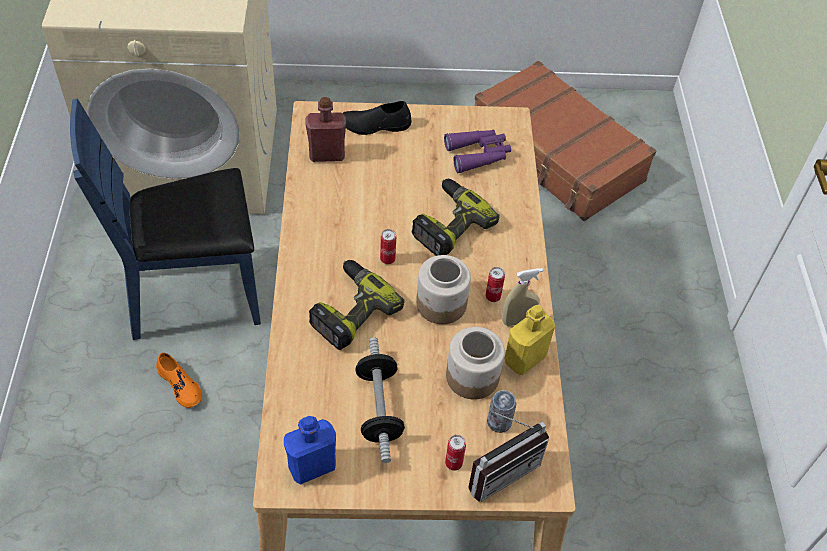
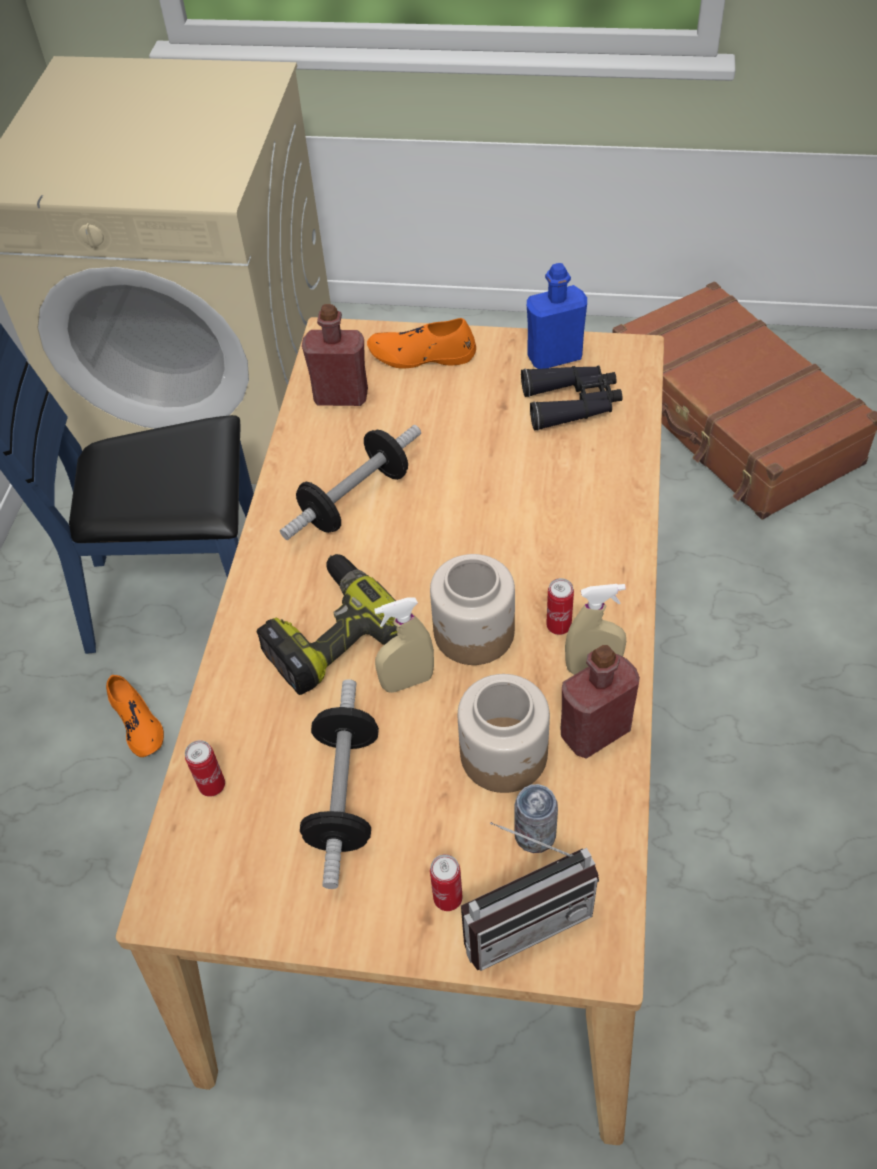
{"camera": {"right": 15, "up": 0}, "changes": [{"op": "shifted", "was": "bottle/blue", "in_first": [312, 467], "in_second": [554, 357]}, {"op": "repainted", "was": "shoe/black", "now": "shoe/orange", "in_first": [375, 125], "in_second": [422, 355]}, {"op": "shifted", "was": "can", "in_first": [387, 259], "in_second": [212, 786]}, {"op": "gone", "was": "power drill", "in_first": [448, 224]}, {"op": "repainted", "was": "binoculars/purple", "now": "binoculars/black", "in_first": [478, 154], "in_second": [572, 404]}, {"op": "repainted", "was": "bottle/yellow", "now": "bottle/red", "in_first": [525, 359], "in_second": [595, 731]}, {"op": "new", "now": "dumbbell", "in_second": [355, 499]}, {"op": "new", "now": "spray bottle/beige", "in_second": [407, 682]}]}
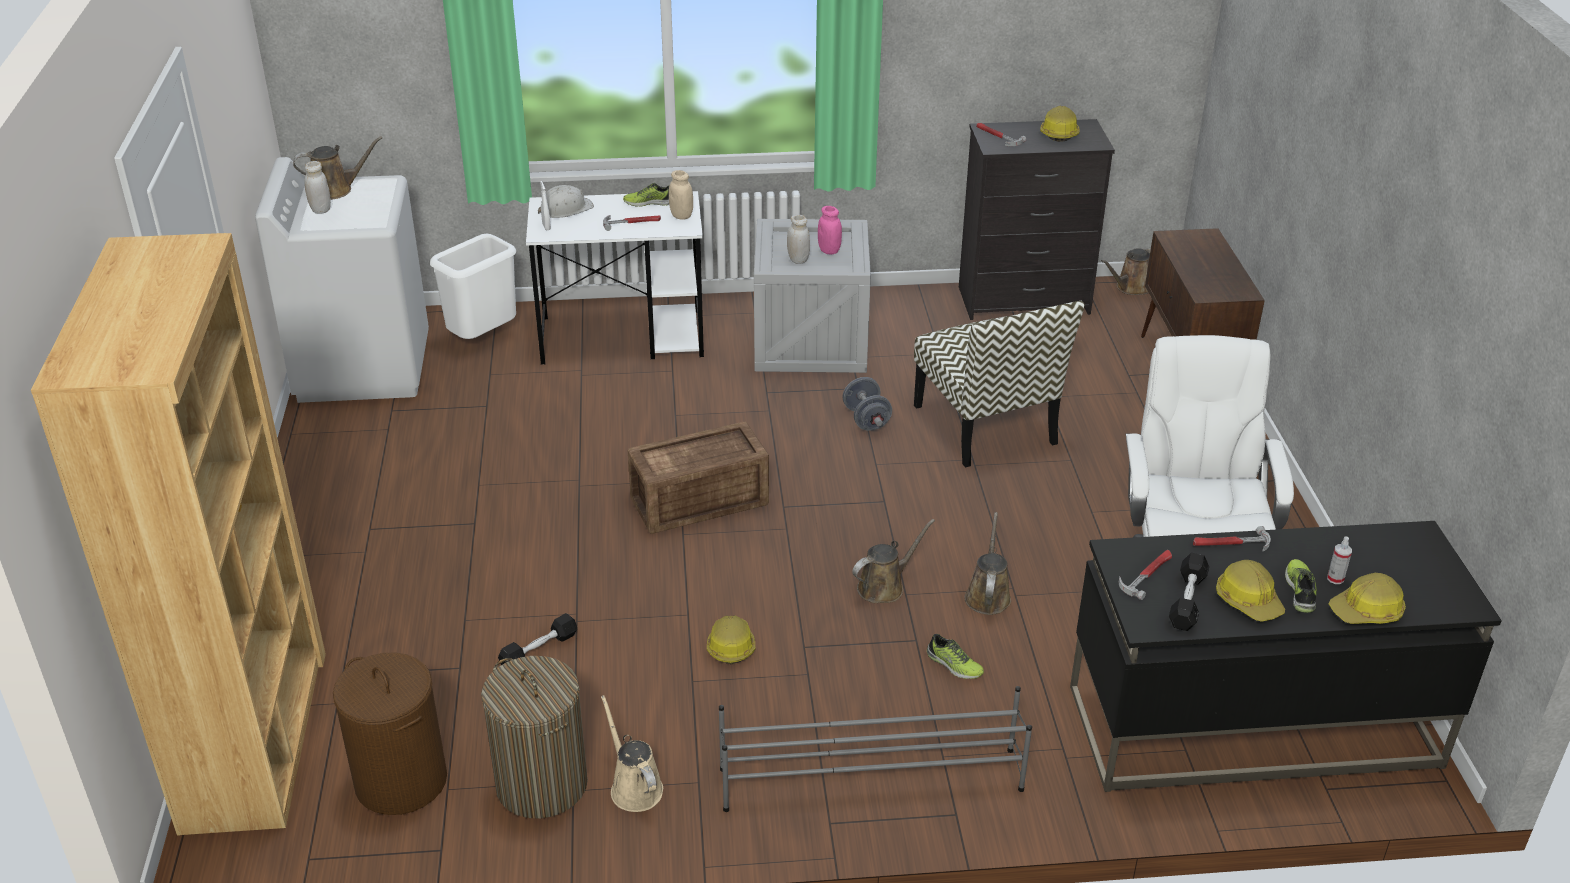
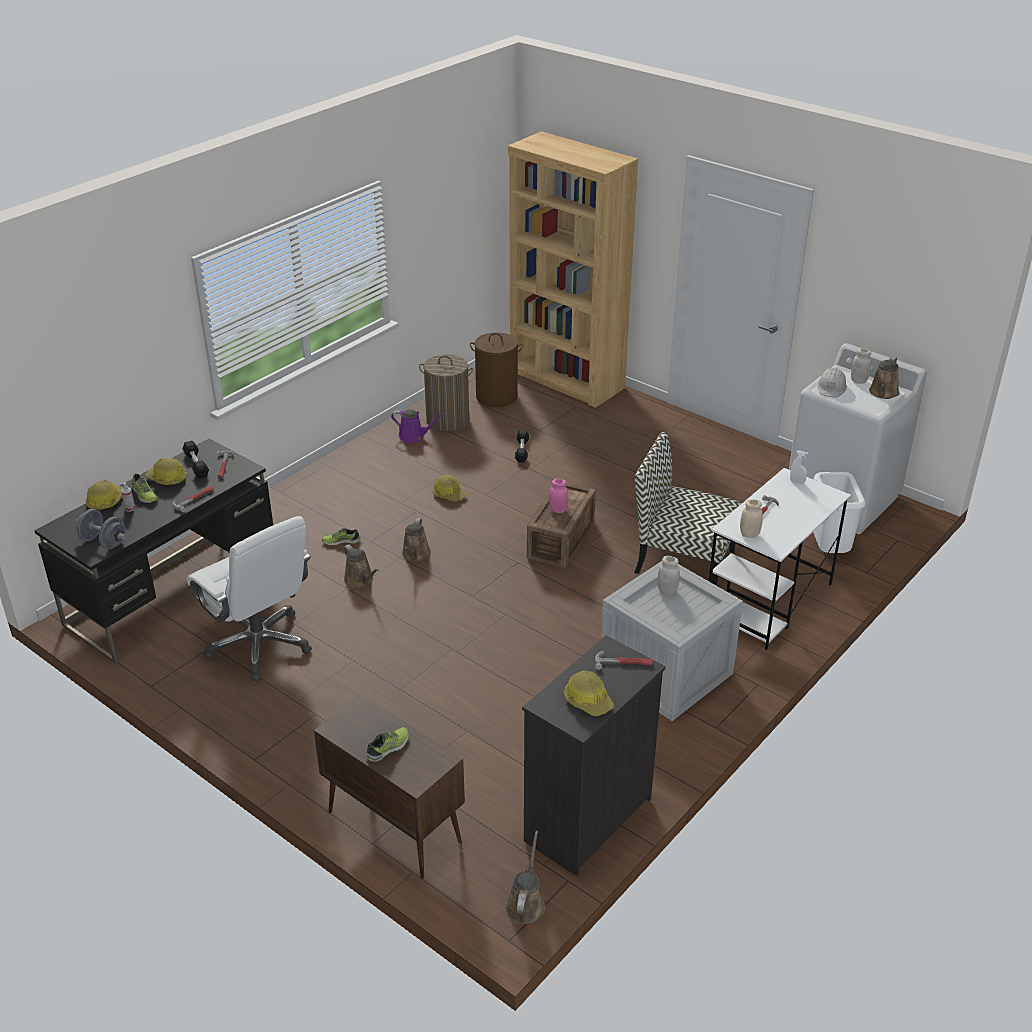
{"camera": {"right": 135, "up": 0}, "changes": [{"op": "shifted", "was": "hard hat/white", "in_first": [565, 209], "in_second": [831, 387]}, {"op": "repainted", "was": "watering can/beige", "now": "watering can/purple", "in_first": [634, 787], "in_second": [414, 436]}, {"op": "shifted", "was": "shoe", "in_first": [649, 202], "in_second": [388, 748]}, {"op": "gone", "was": "shoe rack/grey", "in_first": [869, 779]}, {"op": "shifted", "was": "jar/pink", "in_first": [829, 250], "in_second": [558, 510]}, {"op": "shifted", "was": "dumbbell/grey", "in_first": [866, 419], "in_second": [103, 541]}, {"op": "shifted", "was": "chair", "in_first": [986, 426], "in_second": [682, 561]}]}
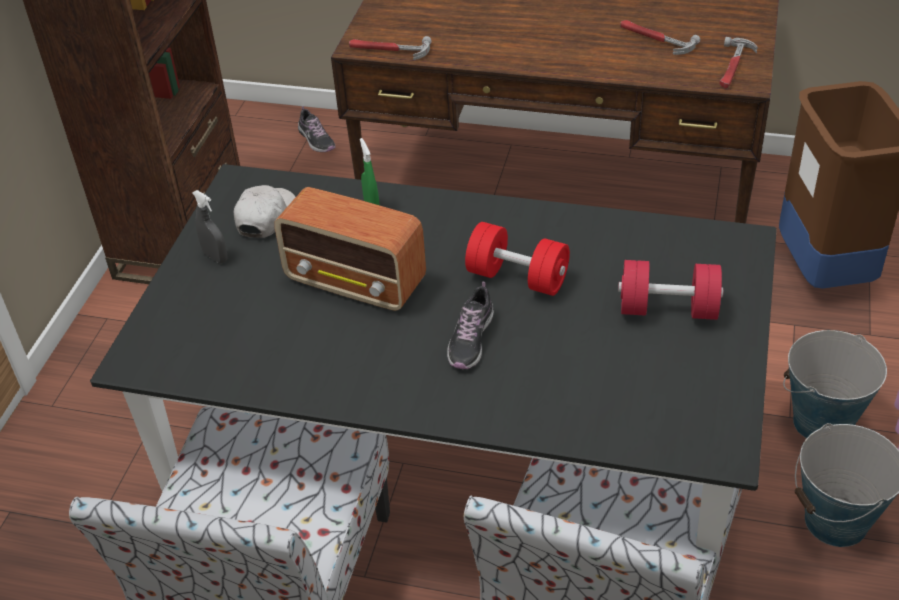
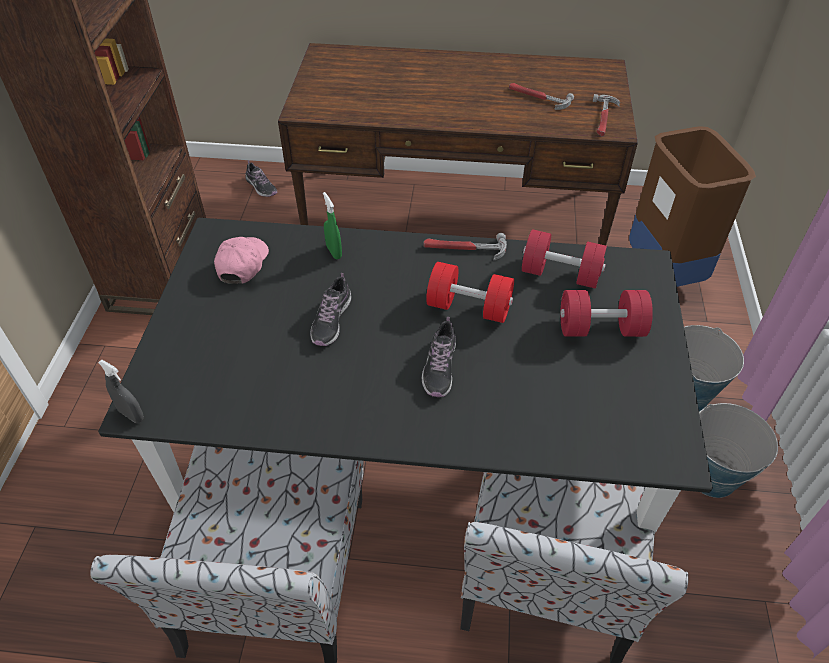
{"camera": {"right": -10, "up": 5}, "changes": [{"op": "shifted", "was": "spray bottle/grey", "in_first": [215, 257], "in_second": [131, 415]}, {"op": "repainted", "was": "cap/white", "now": "cap/pink", "in_first": [266, 217], "in_second": [242, 264]}, {"op": "swapped", "was": "radio", "now": "shoe", "in_first": [356, 283], "in_second": [331, 320]}, {"op": "shifted", "was": "hammer", "in_first": [389, 50], "in_second": [464, 249]}, {"op": "new", "now": "dumbbell/red", "in_second": [560, 274]}]}
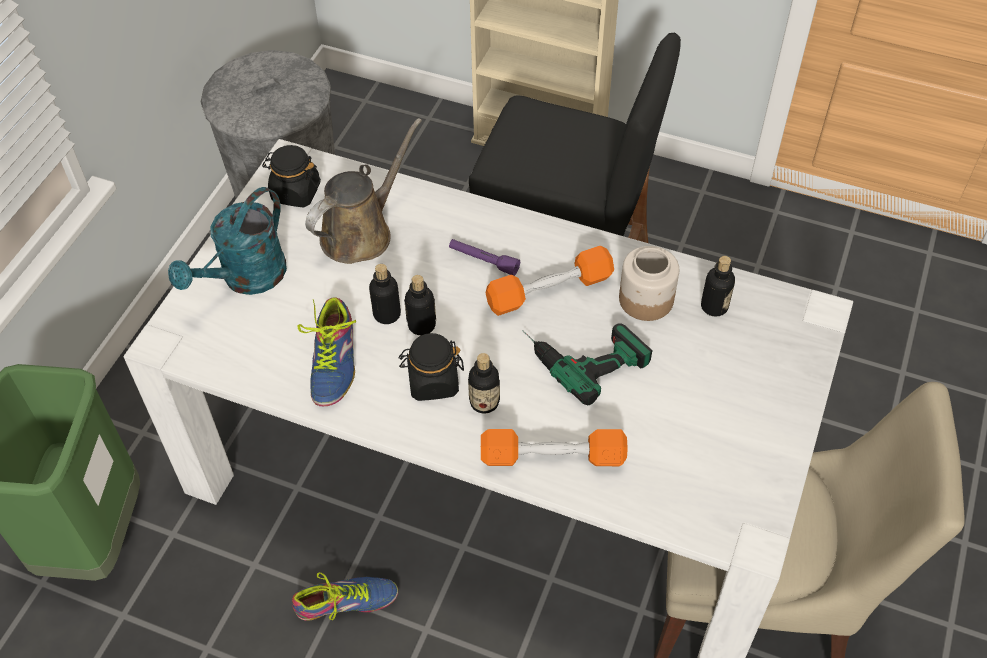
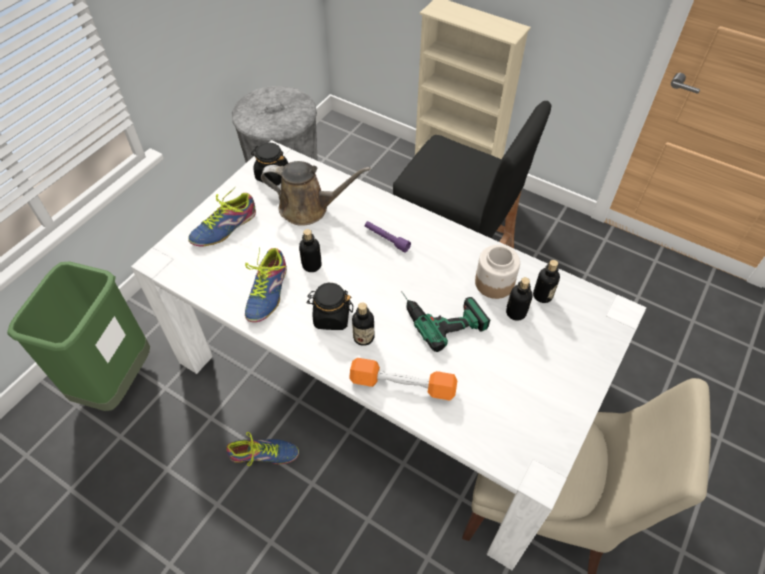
{"camera": {"right": 10, "up": 0}, "changes": [{"op": "swapped", "was": "watering can/turquoise", "now": "shoe", "in_first": [246, 279], "in_second": [225, 227]}, {"op": "rotated", "was": "watering can/brown", "in_first": [361, 232], "in_second": [309, 208], "clockwise": 45}, {"op": "shifted", "was": "bottle", "in_first": [421, 325], "in_second": [516, 313]}, {"op": "gone", "was": "dumbbell/orange", "in_first": [549, 291]}]}
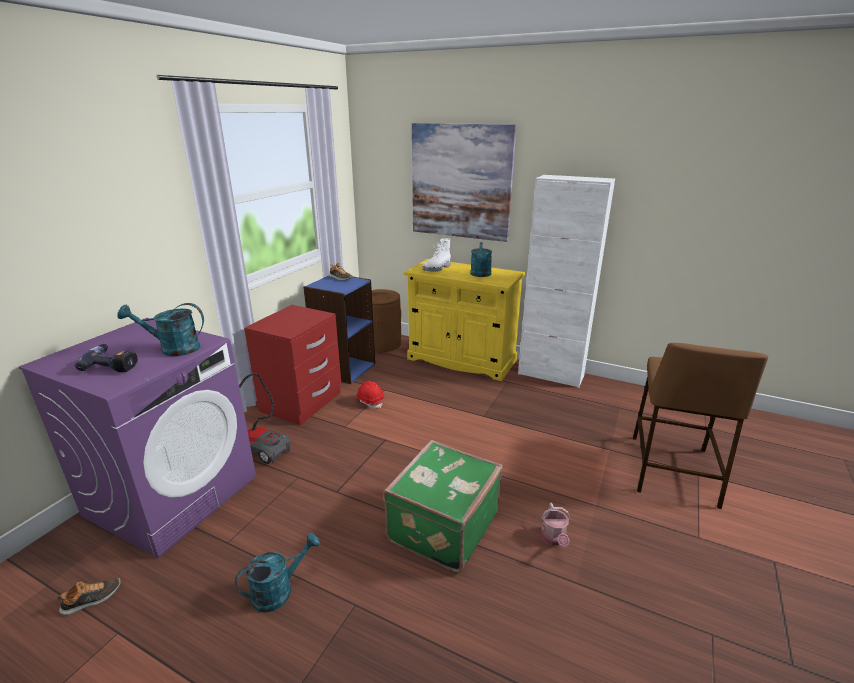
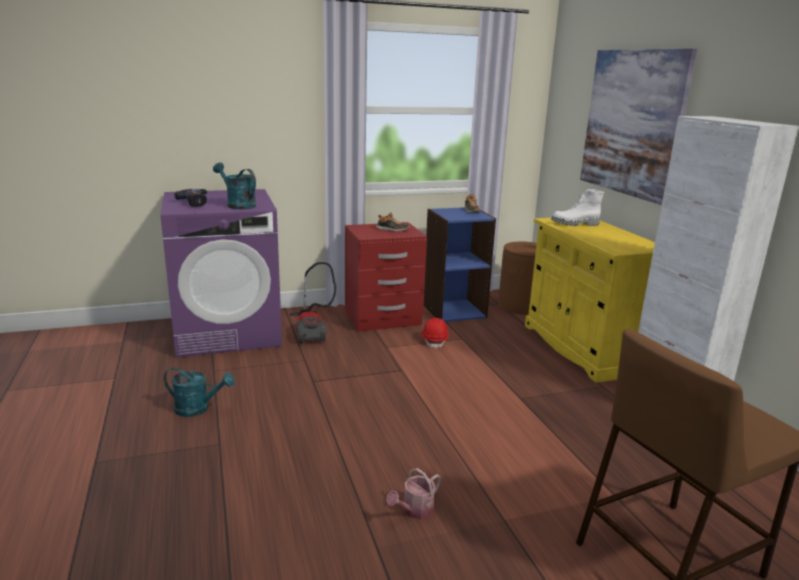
{"camera": {"right": 45, "up": -5}, "changes": [{"op": "shifted", "was": "shoe", "in_first": [92, 599], "in_second": [392, 229]}, {"op": "gone", "was": "suitcase/green", "in_first": [441, 526]}, {"op": "gone", "was": "watering can/turquoise", "in_first": [481, 275]}]}
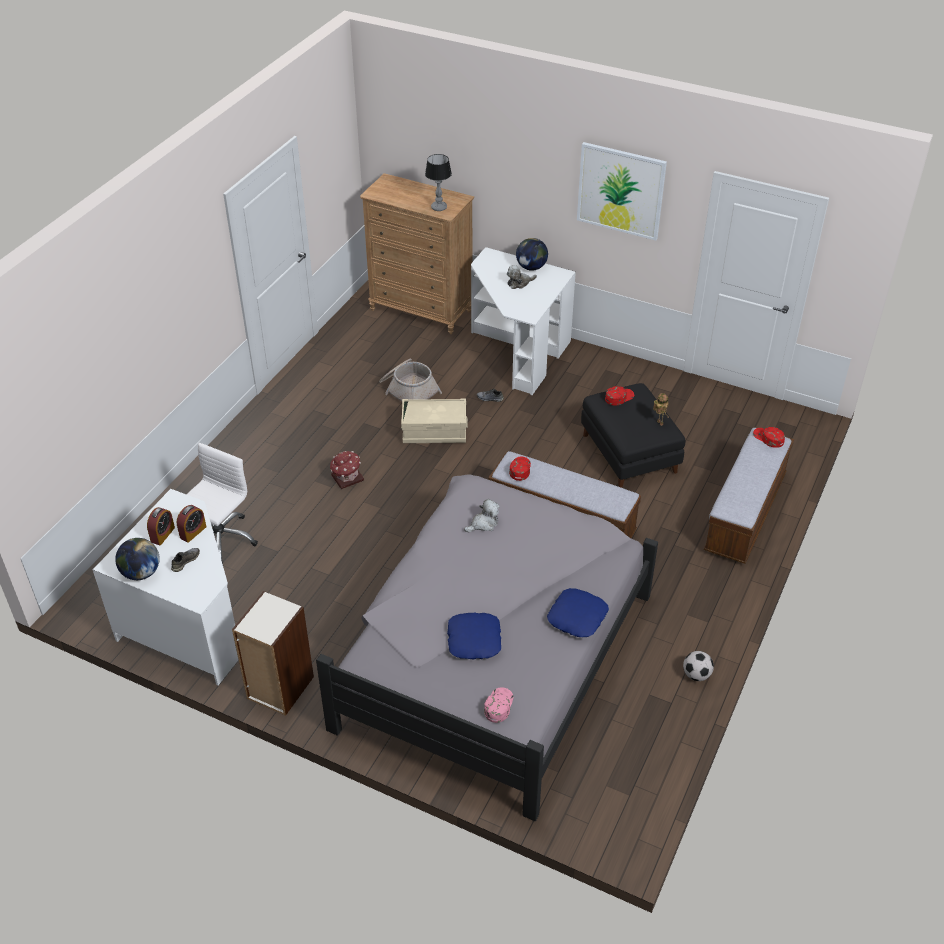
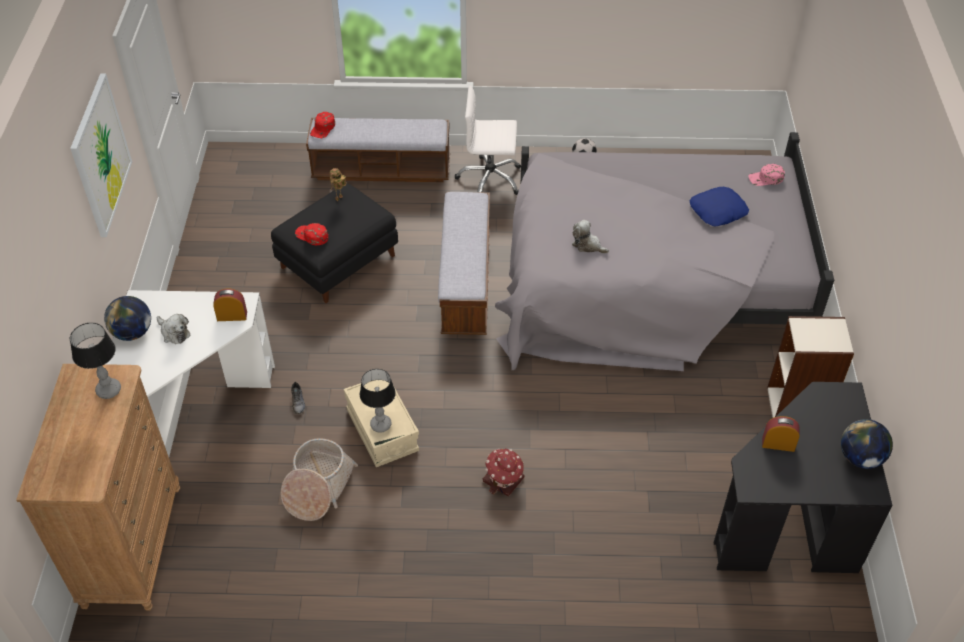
{"camera": {"right": -115, "up": 5}, "changes": [{"op": "repainted", "was": "desk/white", "now": "desk/black", "in_first": [189, 624], "in_second": [790, 518]}, {"op": "shifted", "was": "alarm clock", "in_first": [162, 534], "in_second": [232, 316]}, {"op": "gone", "was": "shoe/grey", "in_first": [185, 561]}, {"op": "shifted", "was": "office chair/white", "in_first": [220, 540], "in_second": [490, 179]}, {"op": "gone", "was": "cap/red", "in_first": [519, 469]}, {"op": "gone", "was": "pillow/blue", "in_first": [576, 617]}, {"op": "new", "now": "table lamp", "in_second": [380, 425]}]}
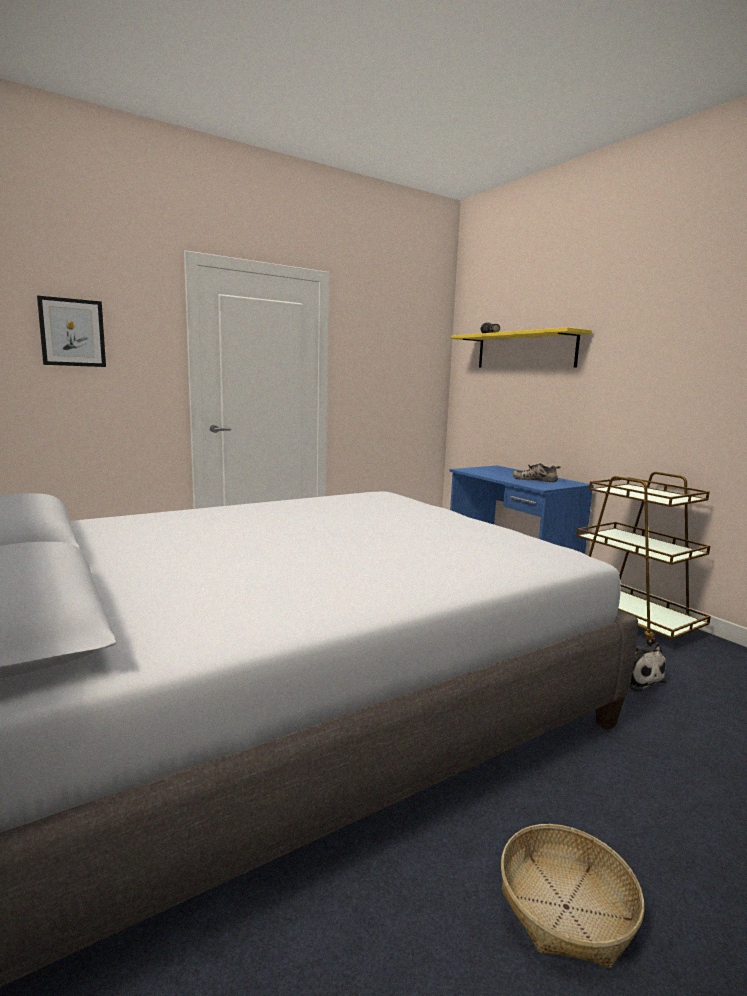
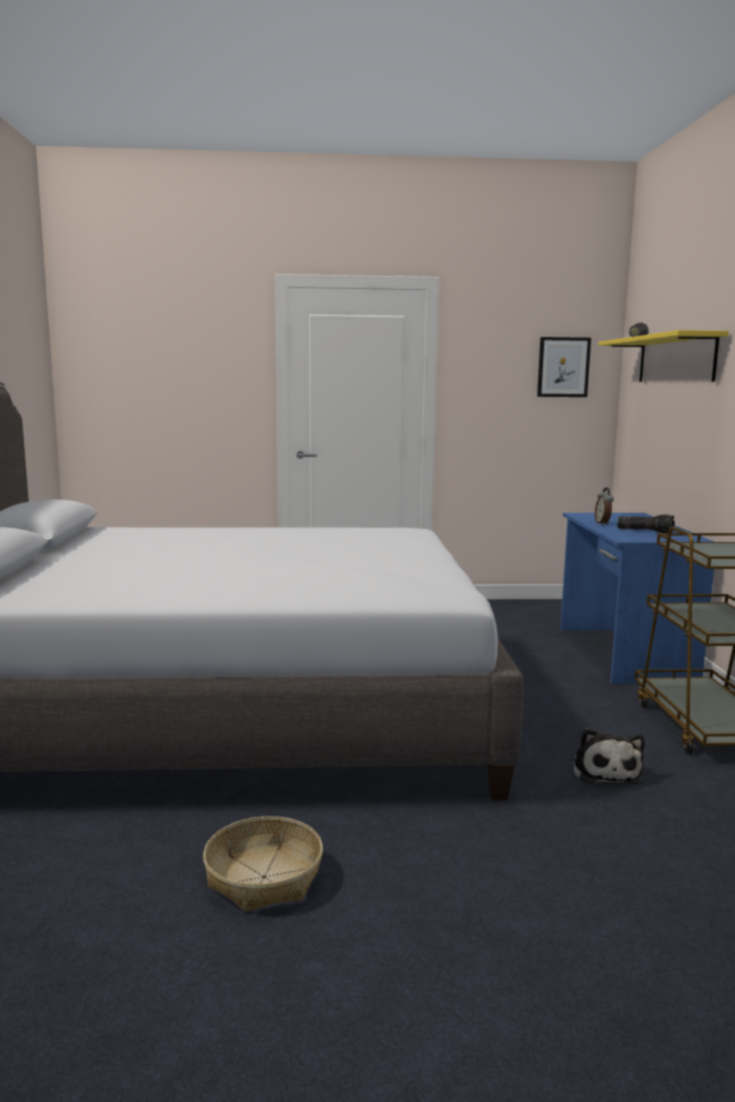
{"camera": {"right": 30, "up": 0}, "changes": [{"op": "shifted", "was": "picture", "in_first": [72, 332], "in_second": [563, 367]}, {"op": "swapped", "was": "shoe", "now": "flashlight", "in_first": [535, 479], "in_second": [645, 531]}, {"op": "new", "now": "alarm clock", "in_second": [603, 523]}]}
